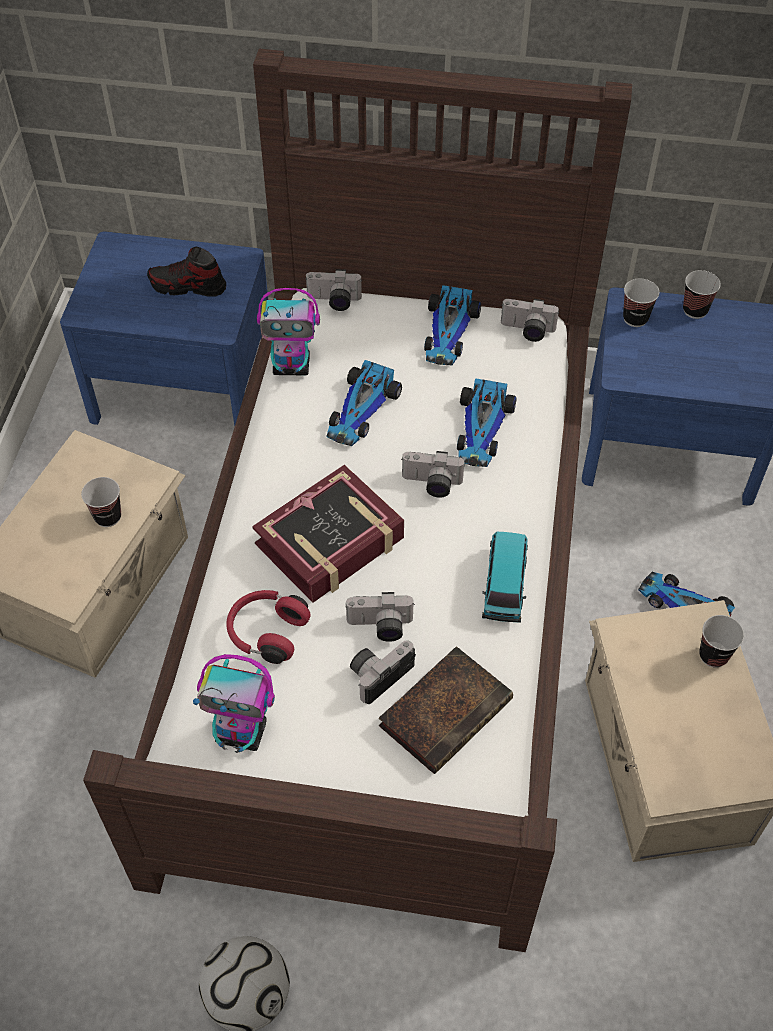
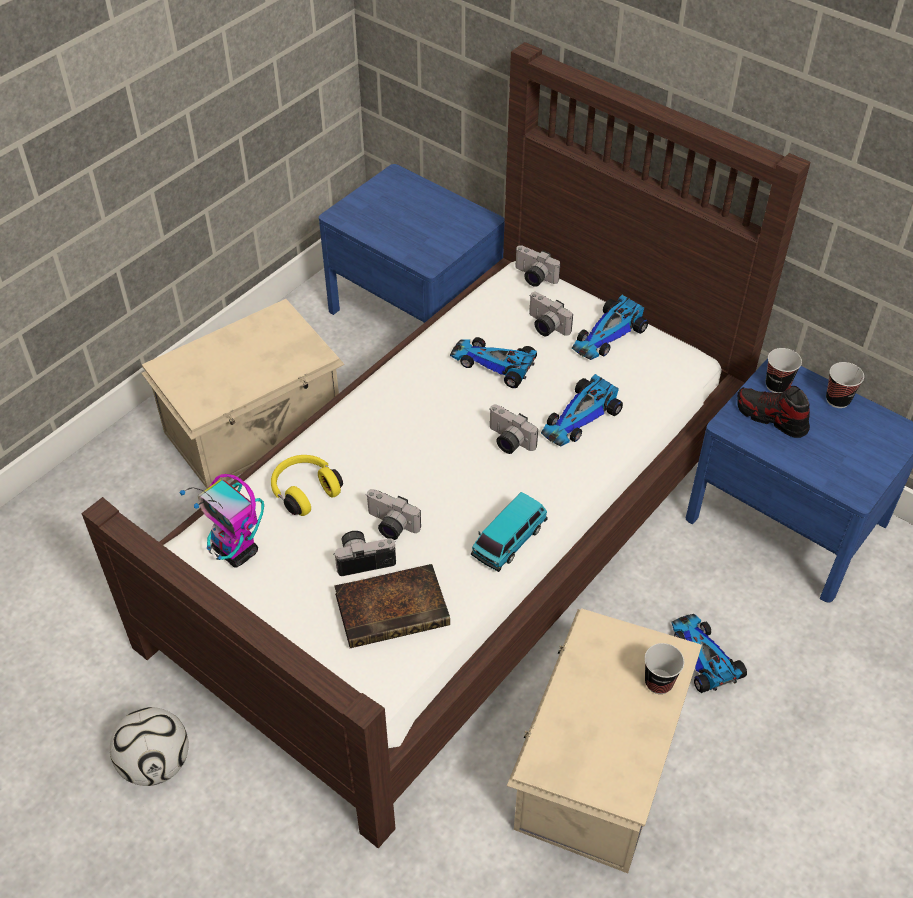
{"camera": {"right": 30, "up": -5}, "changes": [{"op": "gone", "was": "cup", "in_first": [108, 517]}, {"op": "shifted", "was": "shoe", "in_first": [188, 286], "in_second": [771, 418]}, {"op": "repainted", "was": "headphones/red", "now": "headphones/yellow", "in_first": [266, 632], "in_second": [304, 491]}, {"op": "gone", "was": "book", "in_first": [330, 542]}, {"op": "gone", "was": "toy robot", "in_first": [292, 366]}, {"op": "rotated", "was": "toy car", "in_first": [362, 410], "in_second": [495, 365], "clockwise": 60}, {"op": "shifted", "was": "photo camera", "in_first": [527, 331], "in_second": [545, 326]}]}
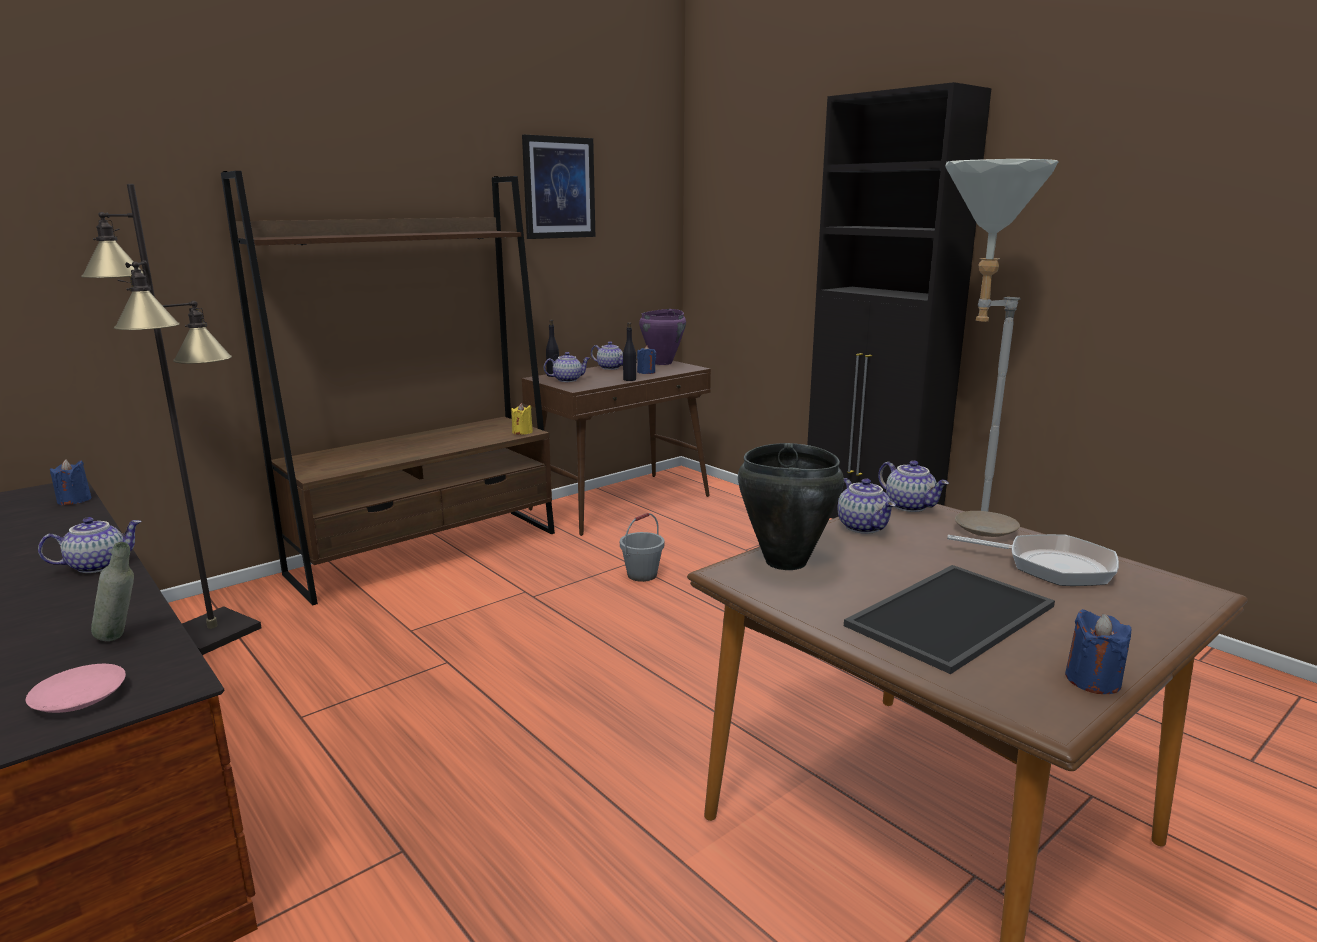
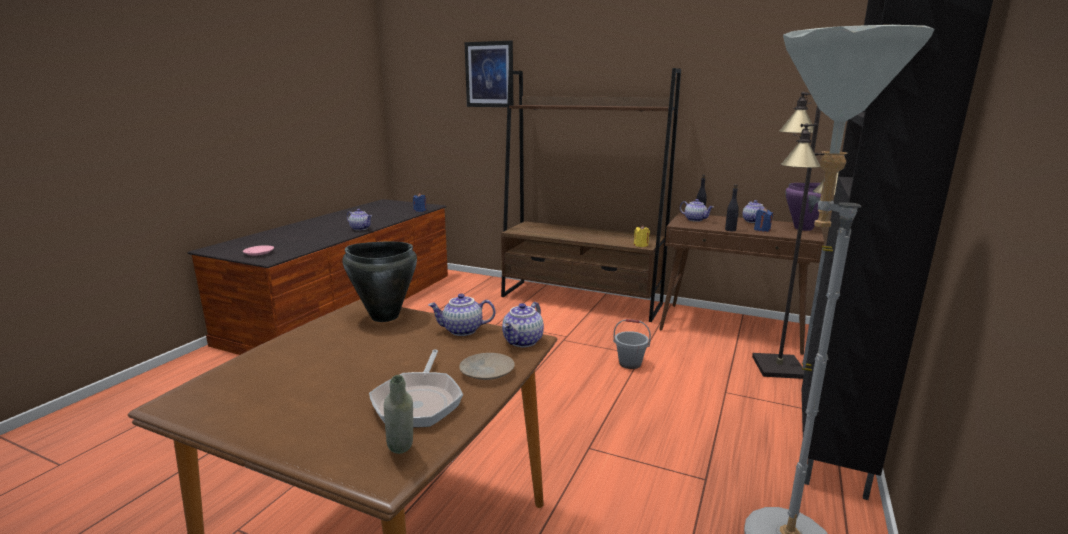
{"camera": {"right": 65, "up": 0}, "changes": [{"op": "shifted", "was": "floor lamp/black", "in_first": [214, 632], "in_second": [779, 367]}, {"op": "shifted", "was": "bottle/grey", "in_first": [122, 638], "in_second": [402, 455]}, {"op": "shifted", "was": "picture", "in_first": [559, 188], "in_second": [489, 74]}, {"op": "rotated", "was": "teapot", "in_first": [864, 527], "in_second": [462, 331], "clockwise": 45}, {"op": "gone", "was": "tray", "in_first": [949, 614]}, {"op": "gone", "was": "candle/blue", "in_first": [1092, 680]}]}
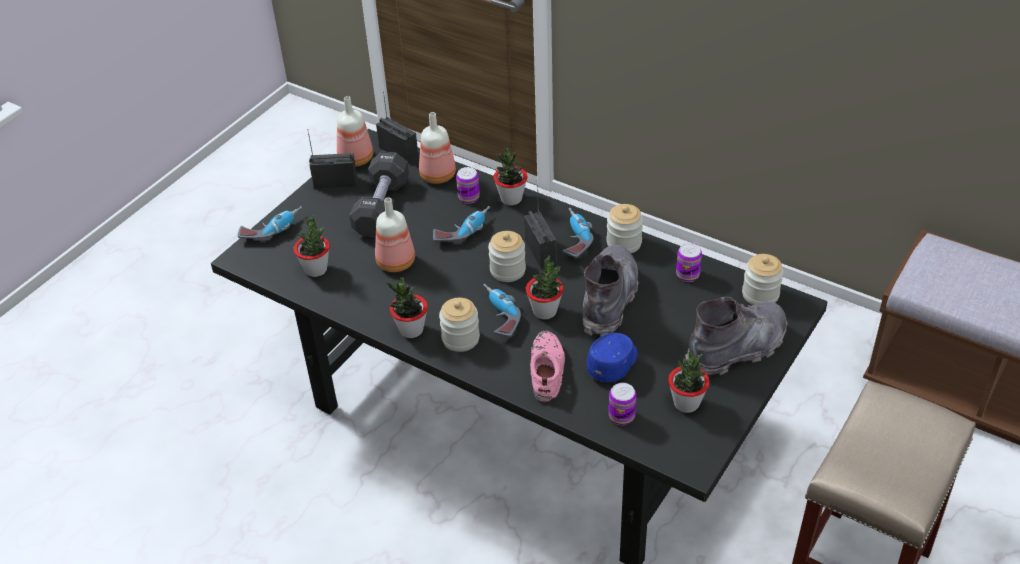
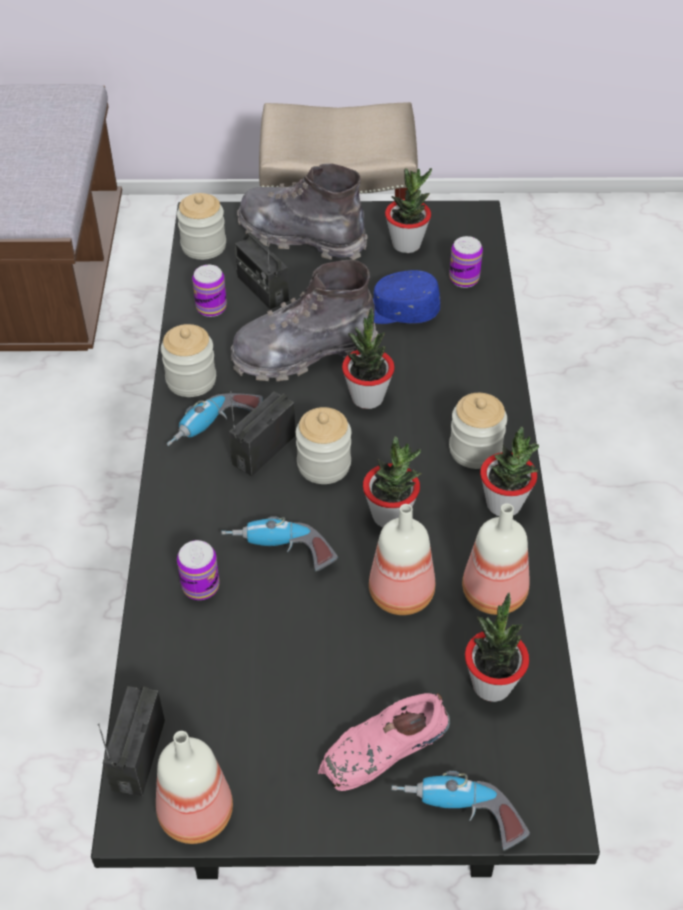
{"camera": {"right": -125, "up": 5}, "changes": [{"op": "shifted", "was": "radio", "in_first": [335, 182], "in_second": [262, 289]}, {"op": "gone", "was": "dumbbell/black", "in_first": [382, 208]}, {"op": "shifted", "was": "bottle", "in_first": [438, 176], "in_second": [495, 592]}, {"op": "gone", "was": "power drill", "in_first": [498, 316]}, {"op": "shifted", "was": "potted plant", "in_first": [511, 199], "in_second": [390, 515]}, {"op": "shifted", "was": "shoe/pink", "in_first": [546, 369], "in_second": [383, 749]}]}
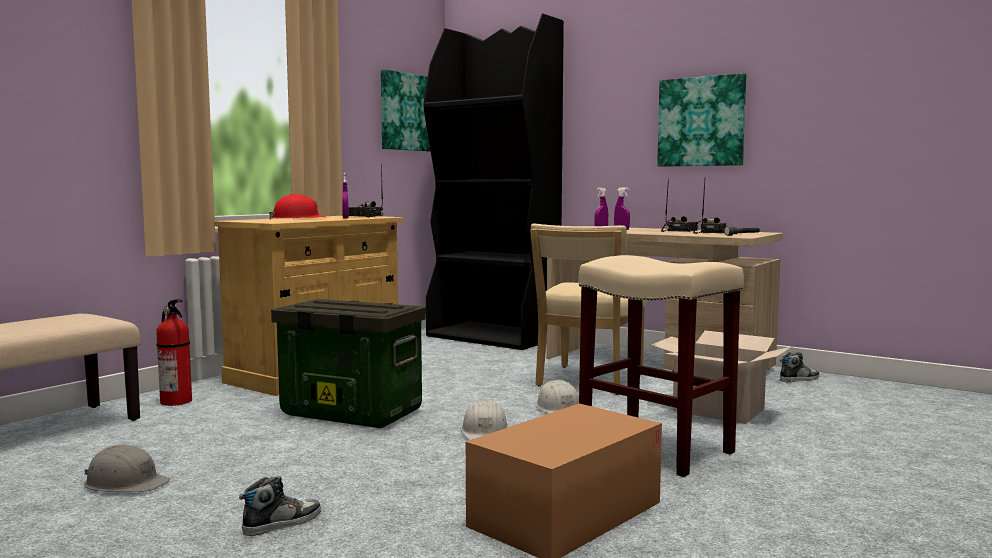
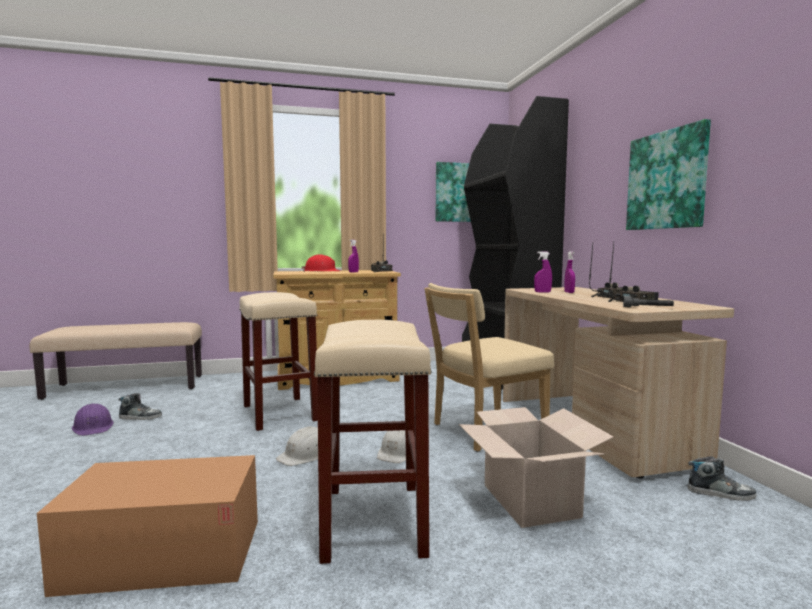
{"camera": {"right": 40, "up": 0}, "changes": [{"op": "repainted", "was": "hard hat/grey", "now": "hard hat/purple", "in_first": [126, 483], "in_second": [93, 427]}, {"op": "gone", "was": "fire extinguisher", "in_first": [177, 401]}, {"op": "shifted", "was": "shoe", "in_first": [282, 523], "in_second": [140, 417]}, {"op": "swapped", "was": "storage box", "now": "stool/beige", "in_first": [349, 413], "in_second": [278, 412]}]}
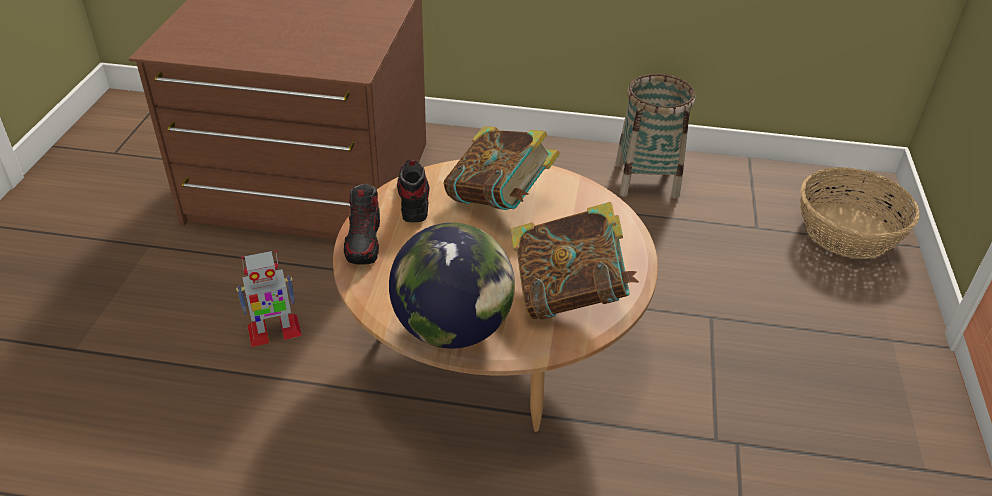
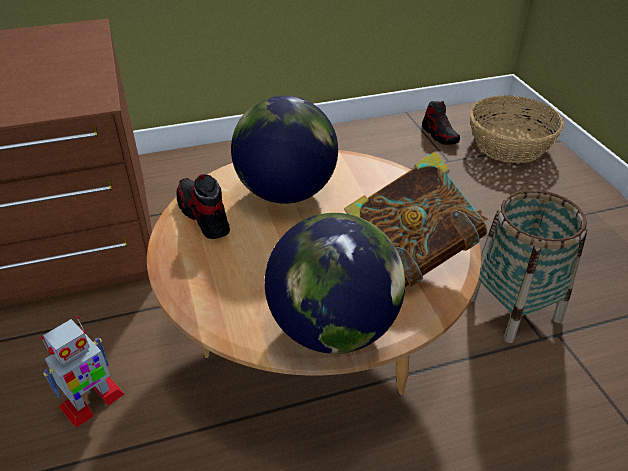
{"camera": {"right": -25, "up": 0}, "changes": [{"op": "shifted", "was": "shoe", "in_first": [364, 241], "in_second": [439, 135]}, {"op": "swapped", "was": "book", "now": "globe", "in_first": [499, 201], "in_second": [286, 192]}, {"op": "shifted", "was": "basket", "in_first": [646, 180], "in_second": [513, 308]}]}
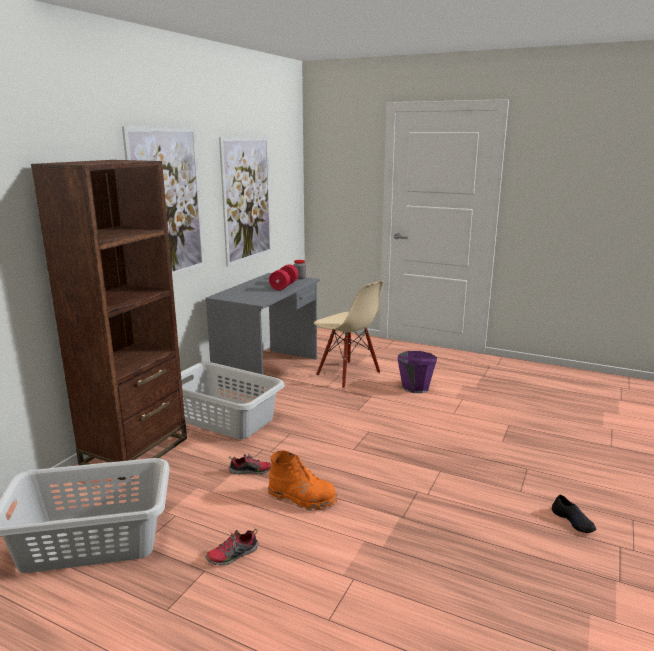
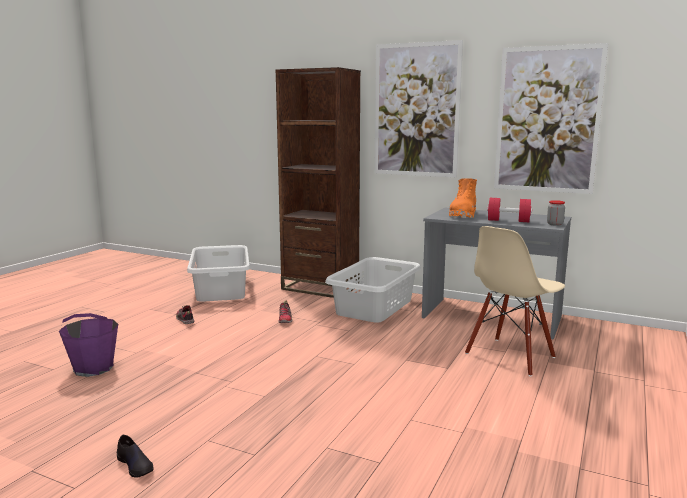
{"camera": {"right": 90, "up": -5}, "changes": [{"op": "shifted", "was": "boot/orange", "in_first": [302, 498], "in_second": [463, 215]}, {"op": "shifted", "was": "bucket/purple", "in_first": [415, 387], "in_second": [93, 368]}, {"op": "rotated", "was": "shoe/black", "in_first": [573, 521], "in_second": [135, 465], "clockwise": -105}]}
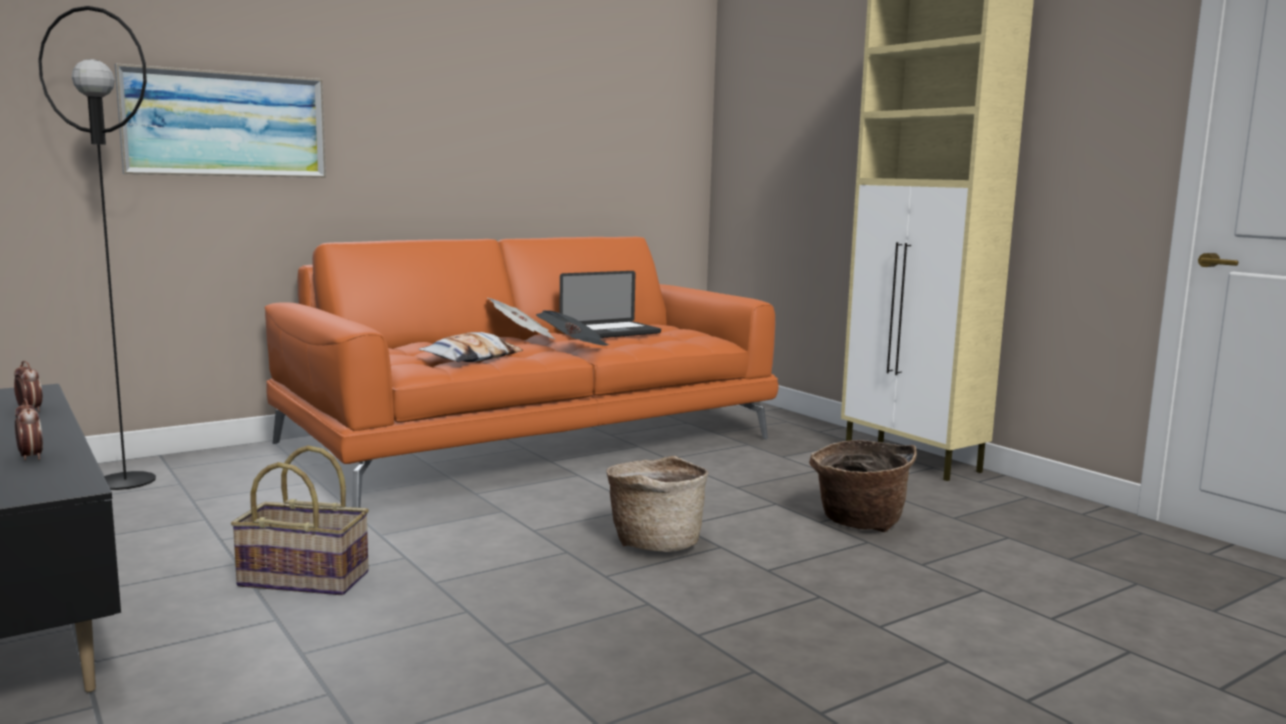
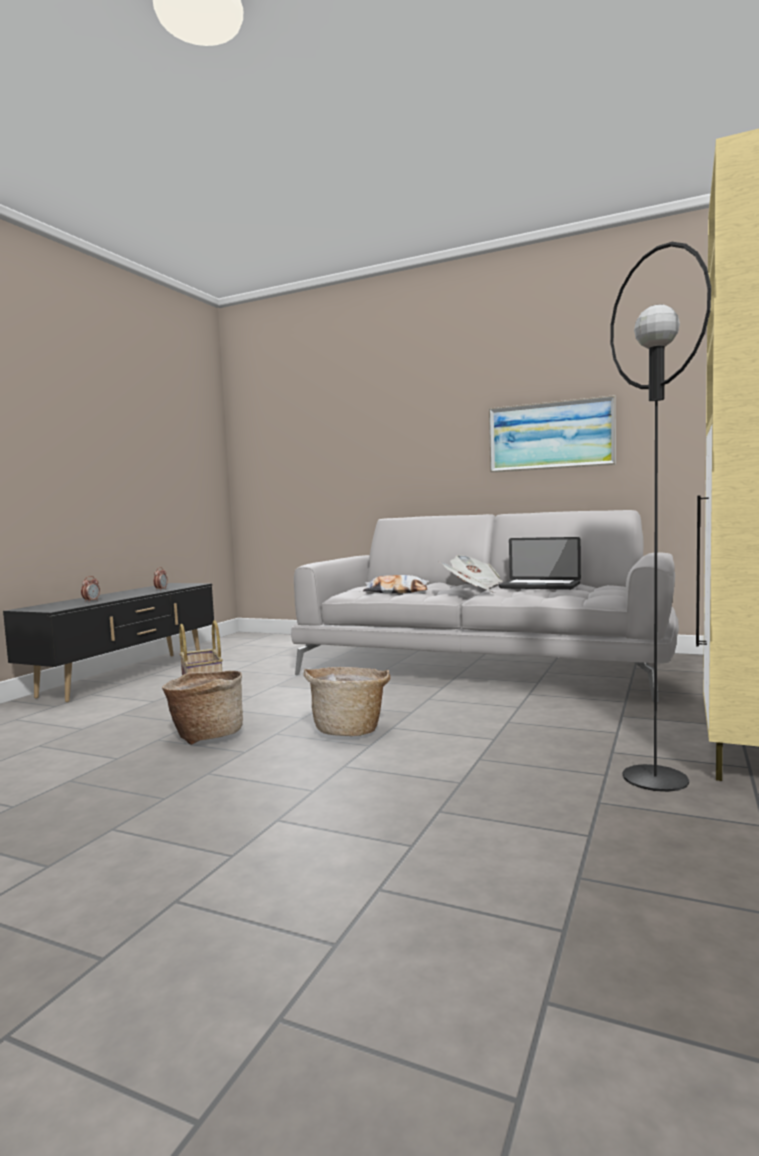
{"camera": {"right": 60, "up": -5}, "changes": [{"op": "shifted", "was": "floor lamp/black", "in_first": [124, 481], "in_second": [654, 778]}, {"op": "shifted", "was": "picture", "in_first": [225, 124], "in_second": [550, 435]}, {"op": "repainted", "was": "sofa/orange", "now": "sofa/grey", "in_first": [533, 441], "in_second": [486, 665]}, {"op": "shifted", "was": "basket", "in_first": [858, 523], "in_second": [206, 735]}]}
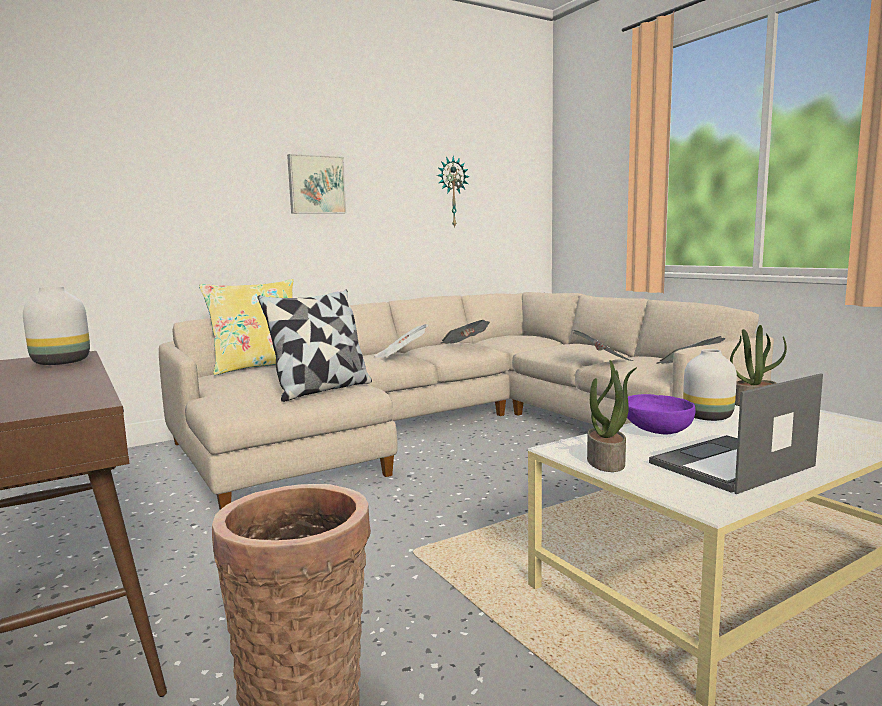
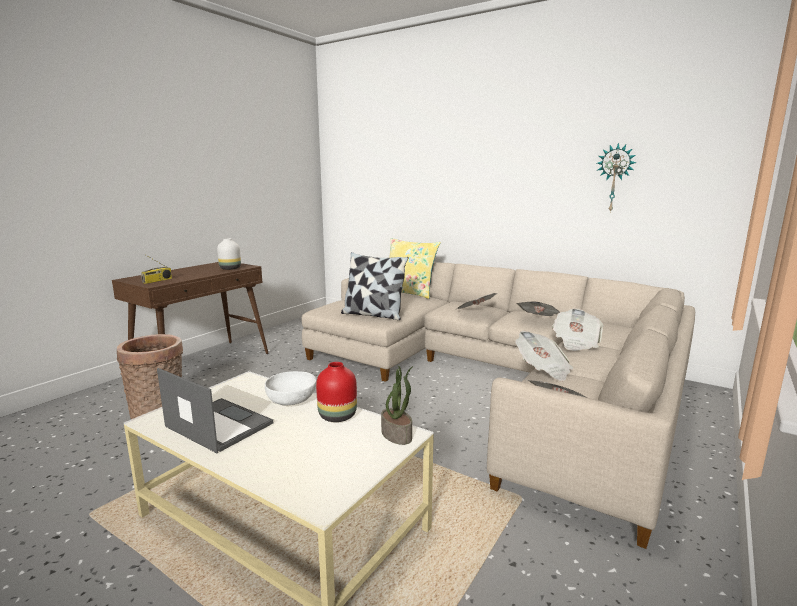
{"camera": {"right": 65, "up": 5}, "changes": [{"op": "gone", "was": "picture", "in_first": [316, 185]}, {"op": "gone", "was": "potted plant", "in_first": [607, 462]}, {"op": "repainted", "was": "bowl/purple", "now": "bowl/white", "in_first": [656, 431], "in_second": [291, 400]}, {"op": "repainted", "was": "vase/white", "now": "vase/red", "in_first": [707, 416], "in_second": [338, 416]}, {"op": "new", "now": "radio", "in_second": [157, 281]}, {"op": "new", "now": "newspaper", "in_second": [576, 343]}]}
